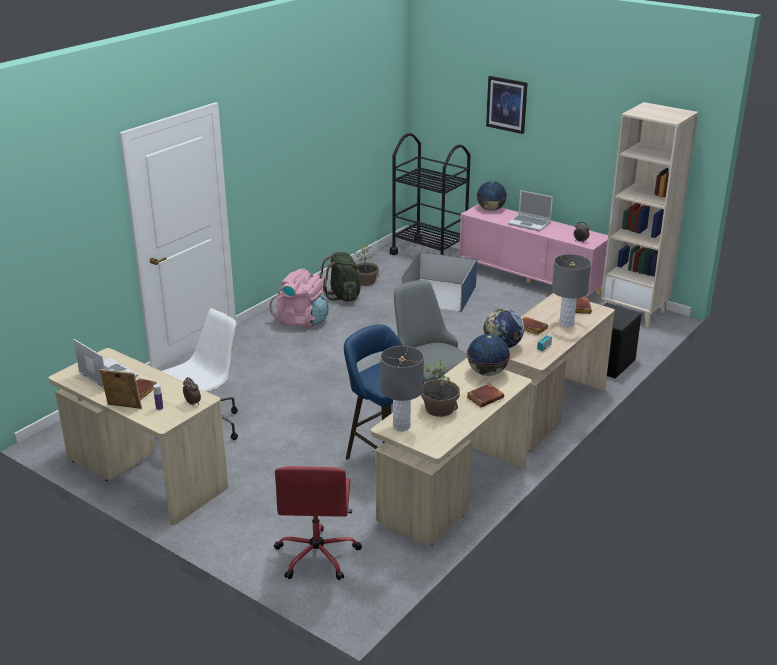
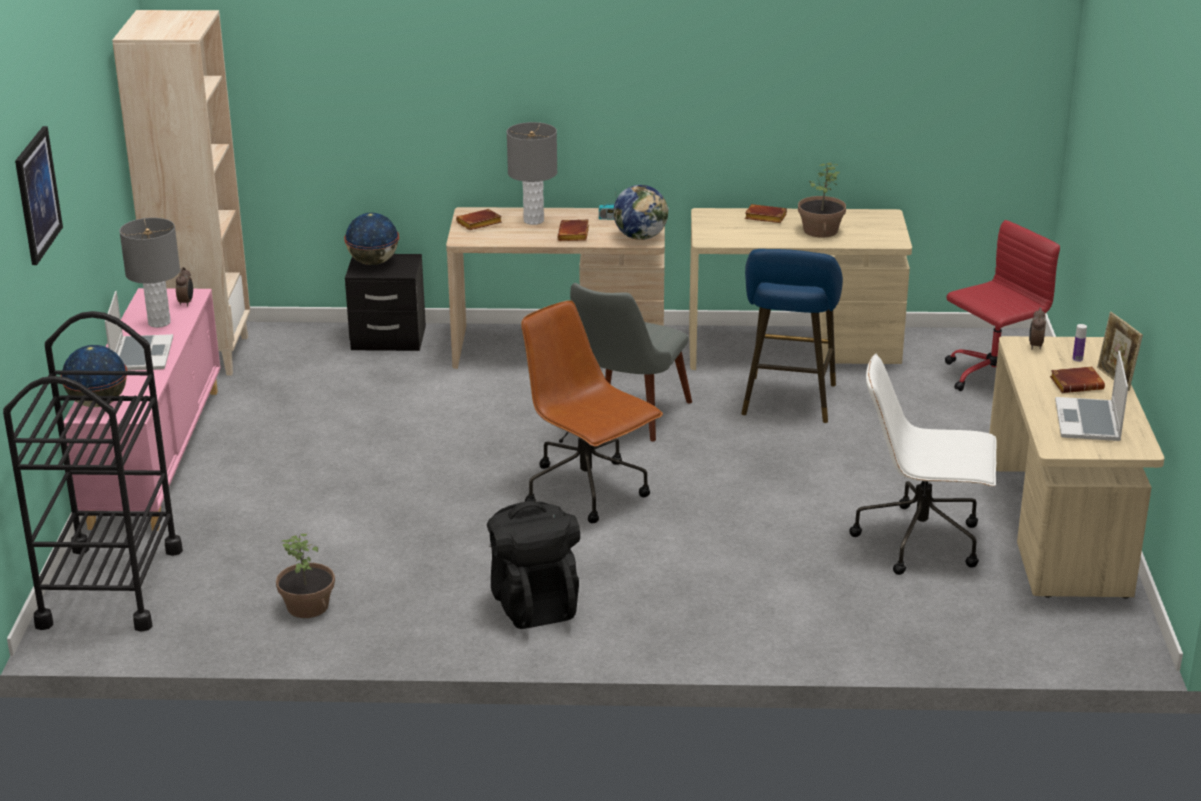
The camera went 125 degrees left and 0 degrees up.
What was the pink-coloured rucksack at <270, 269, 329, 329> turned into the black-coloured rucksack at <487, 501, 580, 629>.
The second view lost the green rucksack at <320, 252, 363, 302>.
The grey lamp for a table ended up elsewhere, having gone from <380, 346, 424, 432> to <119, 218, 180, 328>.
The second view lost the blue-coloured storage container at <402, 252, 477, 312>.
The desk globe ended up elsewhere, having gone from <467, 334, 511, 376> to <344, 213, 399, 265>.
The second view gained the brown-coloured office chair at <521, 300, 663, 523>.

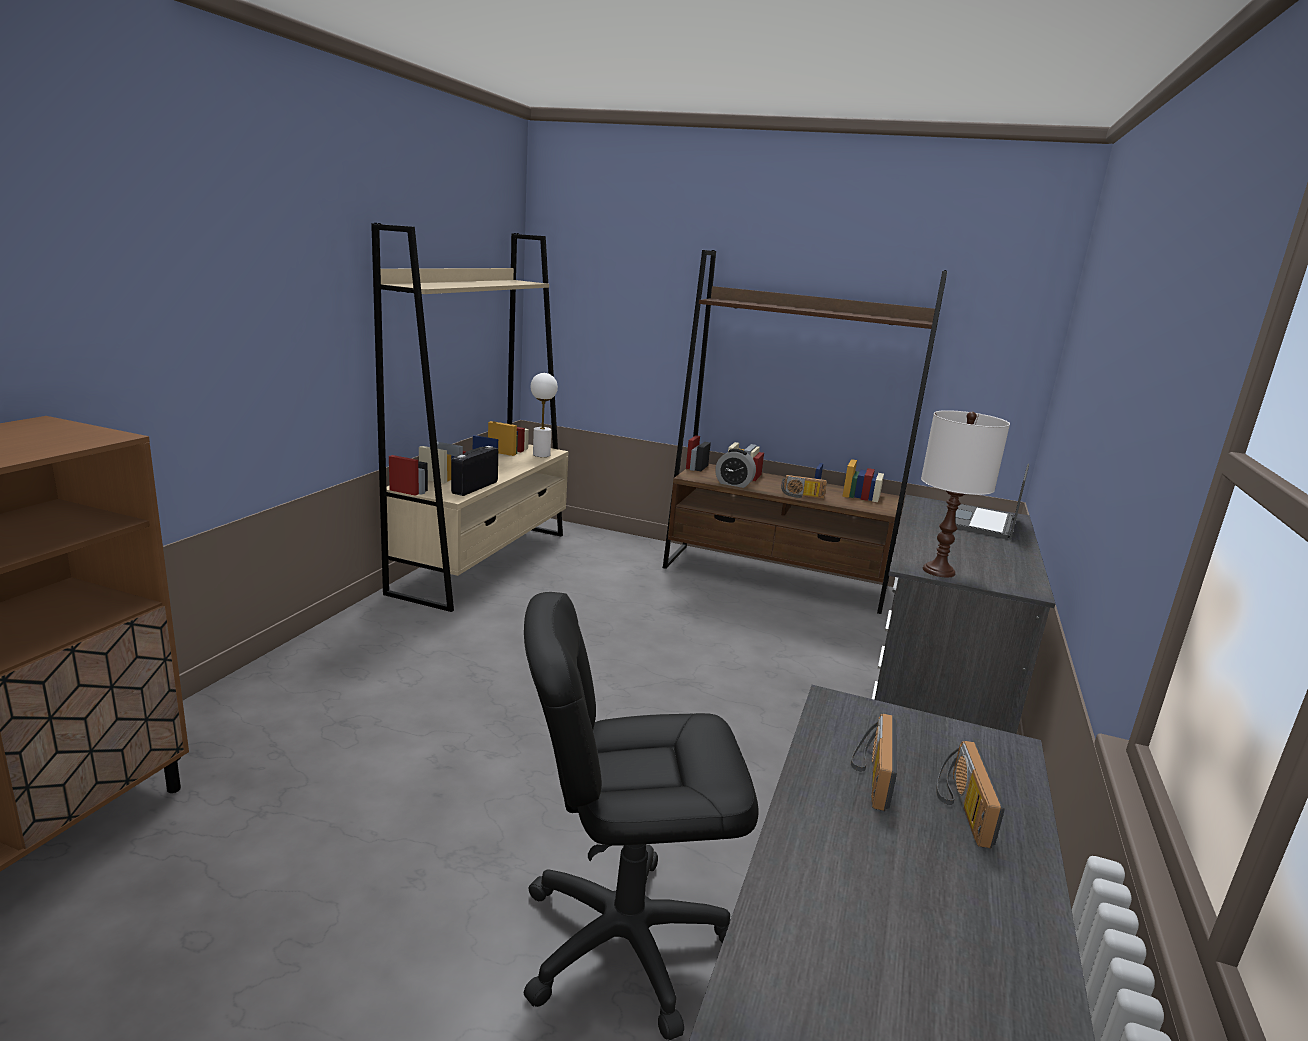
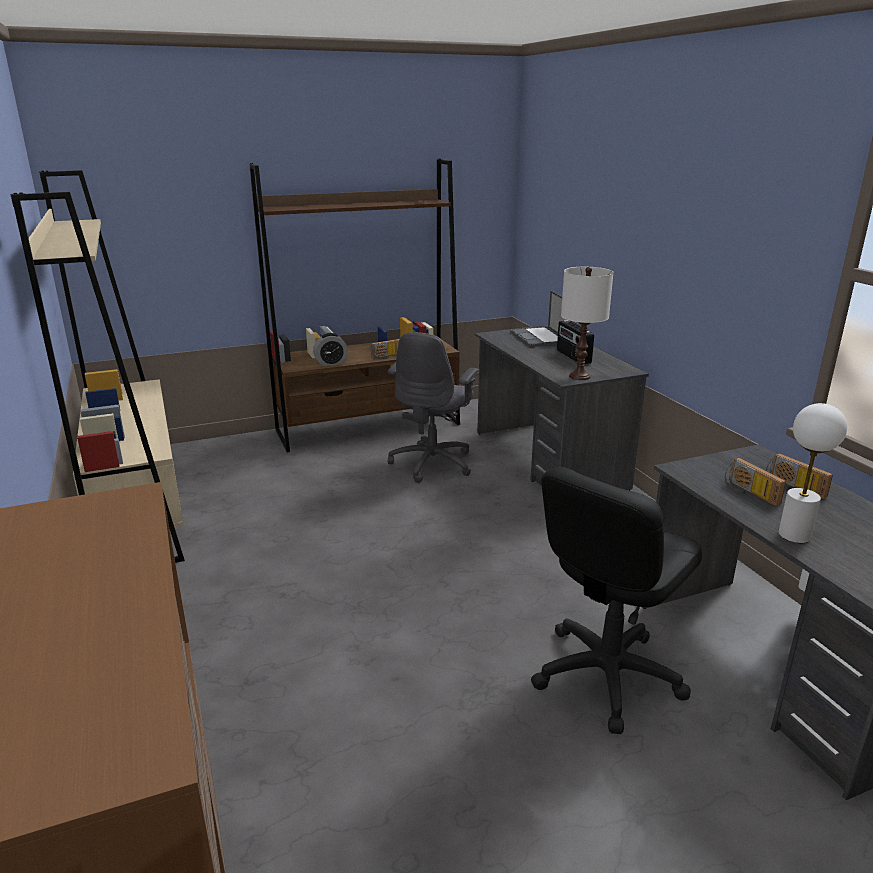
The camera went 40 degrees left and 5 degrees up.
The radio receiver ended up elsewhere, having gone from <451, 446, 498, 496> to <557, 320, 594, 364>.
The white lamp for a table ended up elsewhere, having gone from <530, 373, 558, 457> to <778, 403, 847, 543>.
The second view gained the grey office chair at <388, 332, 479, 483>.

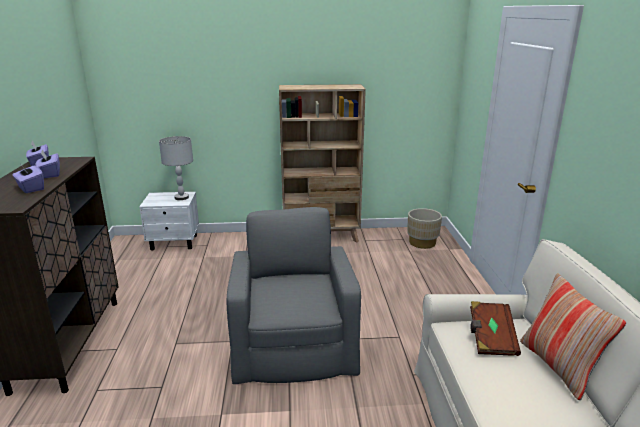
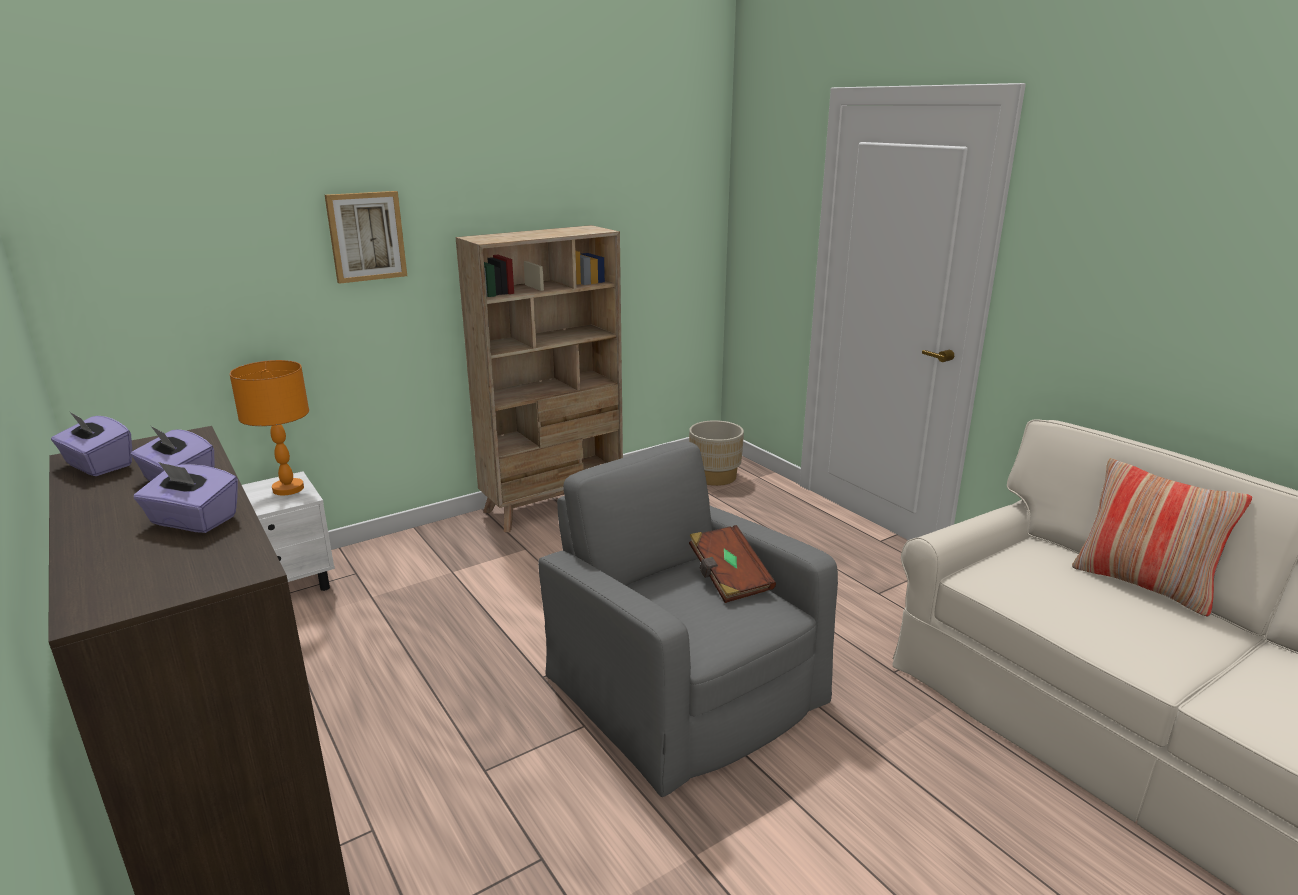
The camera went 30 degrees left and 0 degrees up.
What was the grey lamp for a table at <159, 136, 193, 200> turned into the orange lamp for a table at <229, 360, 309, 496>.
The brown-coloured volume ended up elsewhere, having gone from <470, 301, 521, 356> to <689, 525, 776, 603>.
The second view gained the picture at <325, 191, 407, 284>.

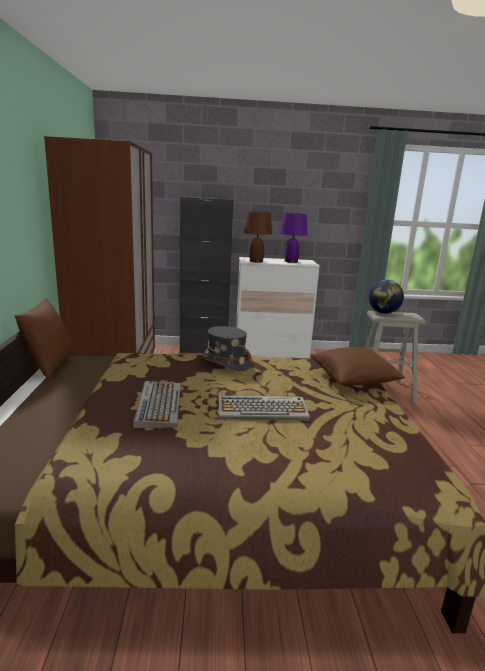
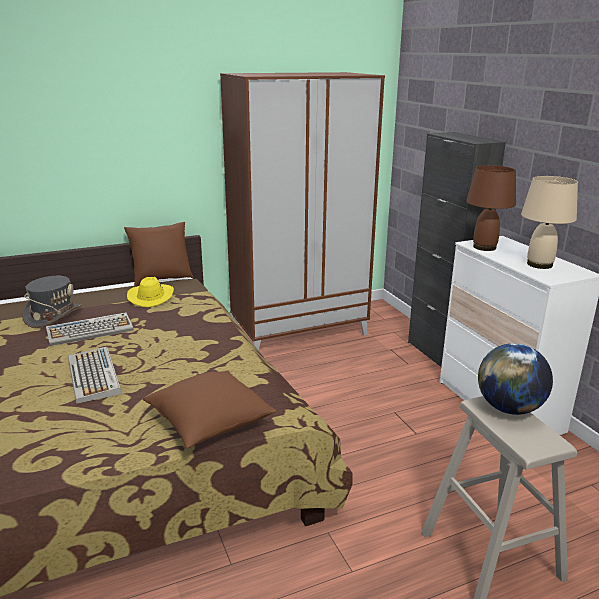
The camera went 70 degrees right and 5 degrees up.
The grey hat ended up elsewhere, having gone from <200, 326, 253, 371> to <22, 276, 82, 328>.
What was the purple-coloured lamp for a table at <280, 213, 308, 263> turned into the sand-coloured lamp for a table at <521, 176, 578, 269>.
The second view gained the yellow-coloured hat at <127, 277, 174, 307>.

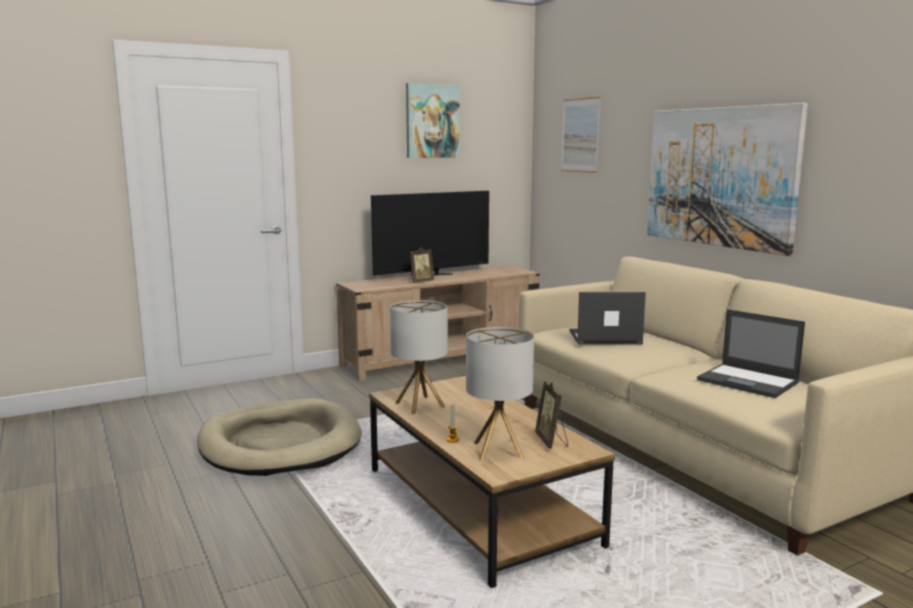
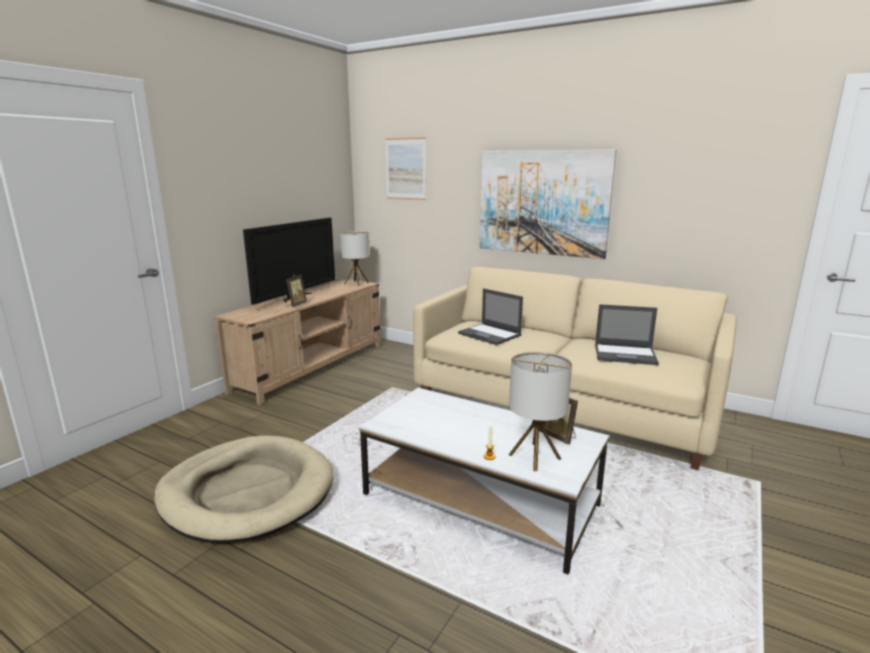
The camera went 30 degrees left and 5 degrees up.
What was the brown-coloured lounge table at <369, 376, 615, 588> turned into the white lounge table at <359, 388, 609, 575>.
The lamp for a table ended up elsewhere, having gone from <390, 300, 448, 415> to <340, 231, 370, 286>.
The second view lost the picture at <406, 83, 460, 158>.
The portable computer at <569, 292, 646, 345> ended up facing another way, 105 degrees counterclockwise from before.

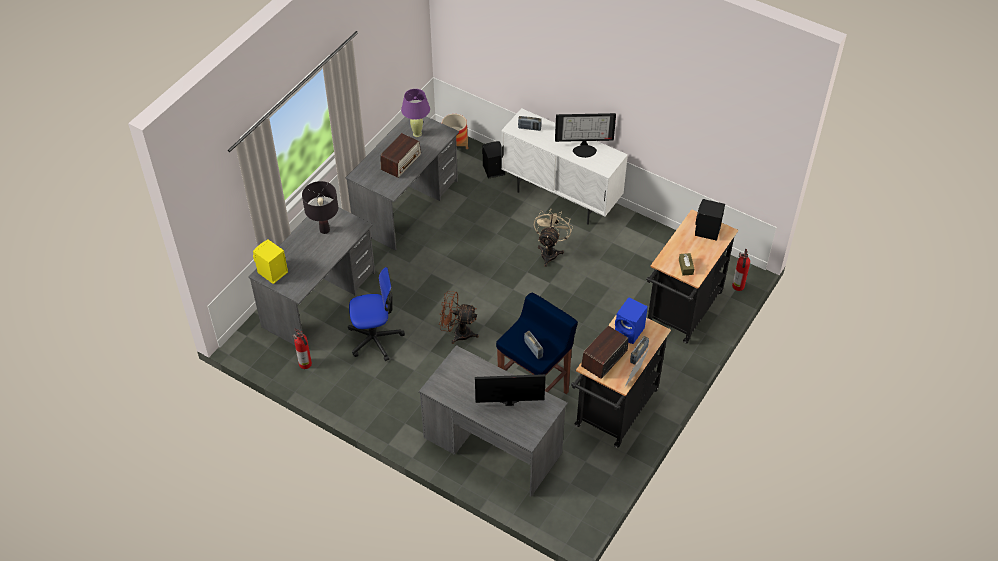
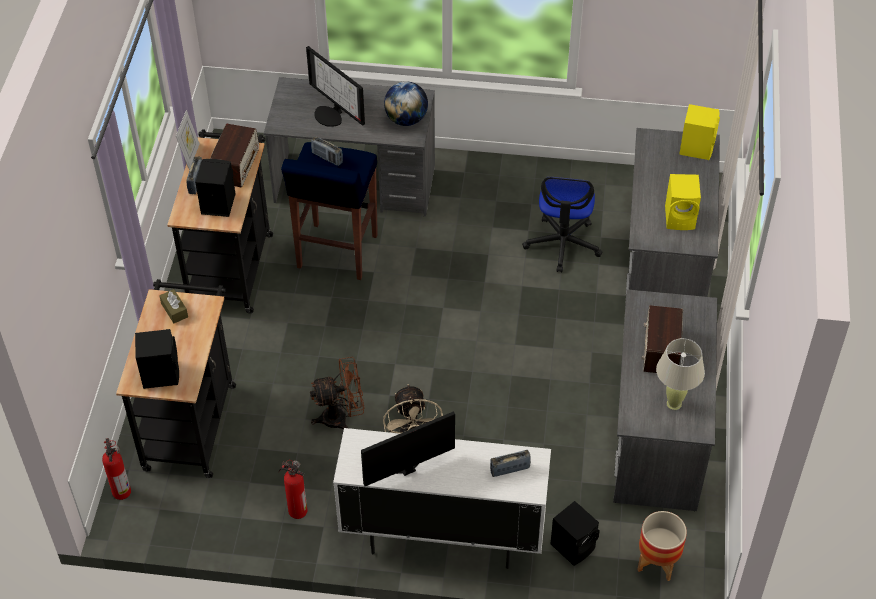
The camera went 155 degrees right and 0 degrees up.
The fire extinguisher ended up elsewhere, having gone from <293, 328, 312, 369> to <279, 460, 307, 519>.
Where the black-coloured lamp for a table stood at <302, 181, 338, 234>, the yellow-coloured speaker came to stand at <665, 174, 701, 230>.
The office chair at <348, 267, 405, 361> ended up facing another way, 45 degrees counterclockwise from before.
What was the purple-coloured lamp for a table at <401, 89, 430, 137> turned into the sand-coloured lamp for a table at <656, 338, 705, 410>.
The brown-coloured electric fan ended up elsewhere, having gone from <439, 291, 479, 344> to <310, 357, 364, 430>.
The computer display at <475, 374, 546, 406> ended up facing another way, 75 degrees clockwise from before.
What was the blue-coloured speaker at <615, 297, 648, 344> turned into the black-coloured speaker at <195, 159, 236, 217>.
The second view gained the desk globe at <384, 81, 428, 126>.

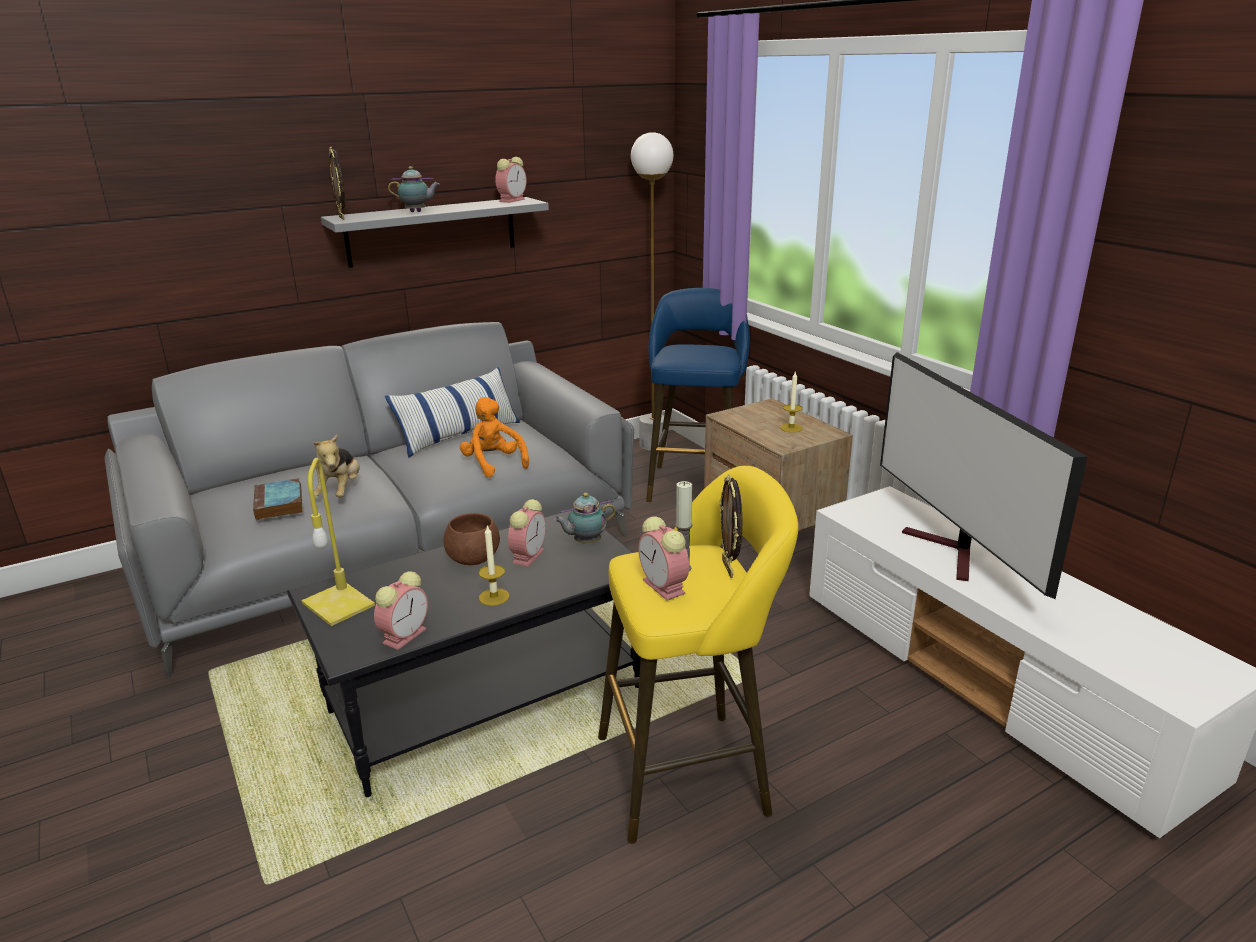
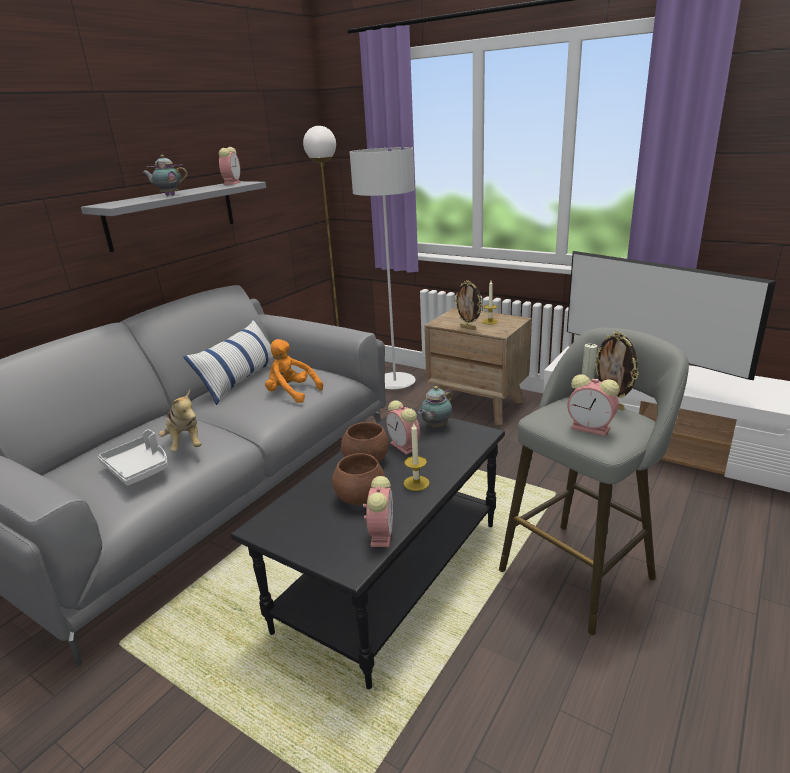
The camera went 25 degrees left and 0 degrees up.
Where the volume stood at <253, 478, 303, 520>, the grey serving tray came to stand at <98, 429, 168, 486>.
The second view lost the yellow-coloured lamp for a table at <302, 458, 375, 626>.
The photo frame ended up elsewhere, having gone from <329, 147, 345, 220> to <454, 280, 482, 330>.
The pot for tea at <388, 166, 440, 212> ended up facing another way, 150 degrees counterclockwise from before.
The table clock at <508, 499, 546, 566> ended up facing another way, 150 degrees clockwise from before.
What was the yellow-coloured stool at <598, 466, 798, 844> turned into the grey stool at <499, 328, 689, 635>.
Where the blue-coloured stool stood at <646, 288, 750, 502>, the grey standard lamp came to stand at <349, 147, 415, 389>.
The second view gained the brown-coloured serving bowl at <332, 453, 385, 505>.

